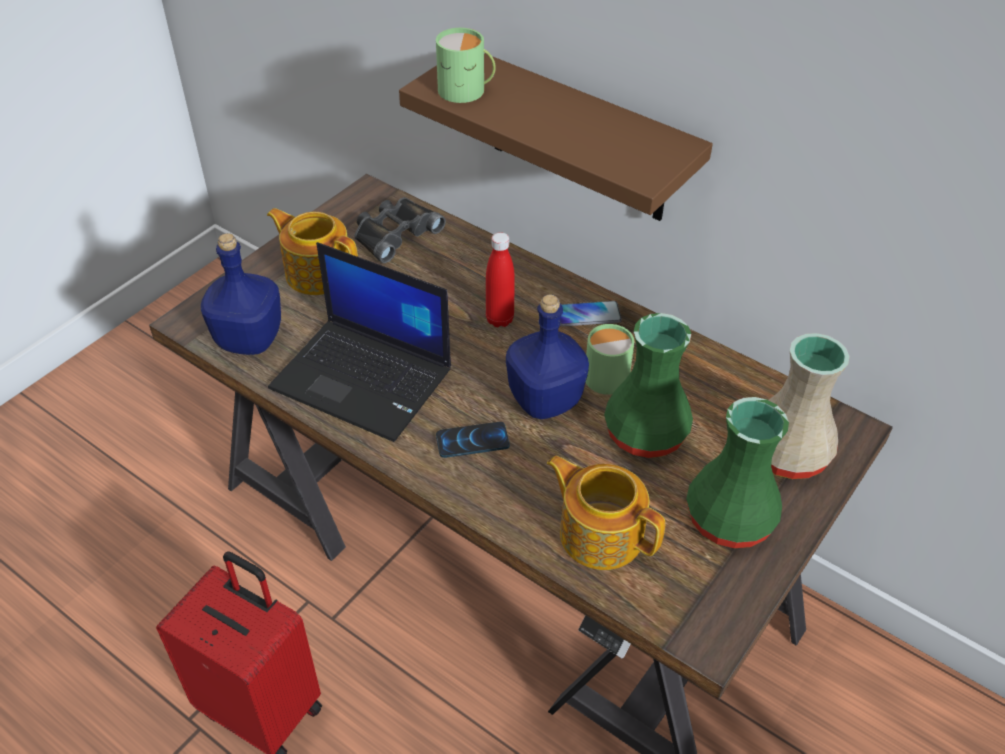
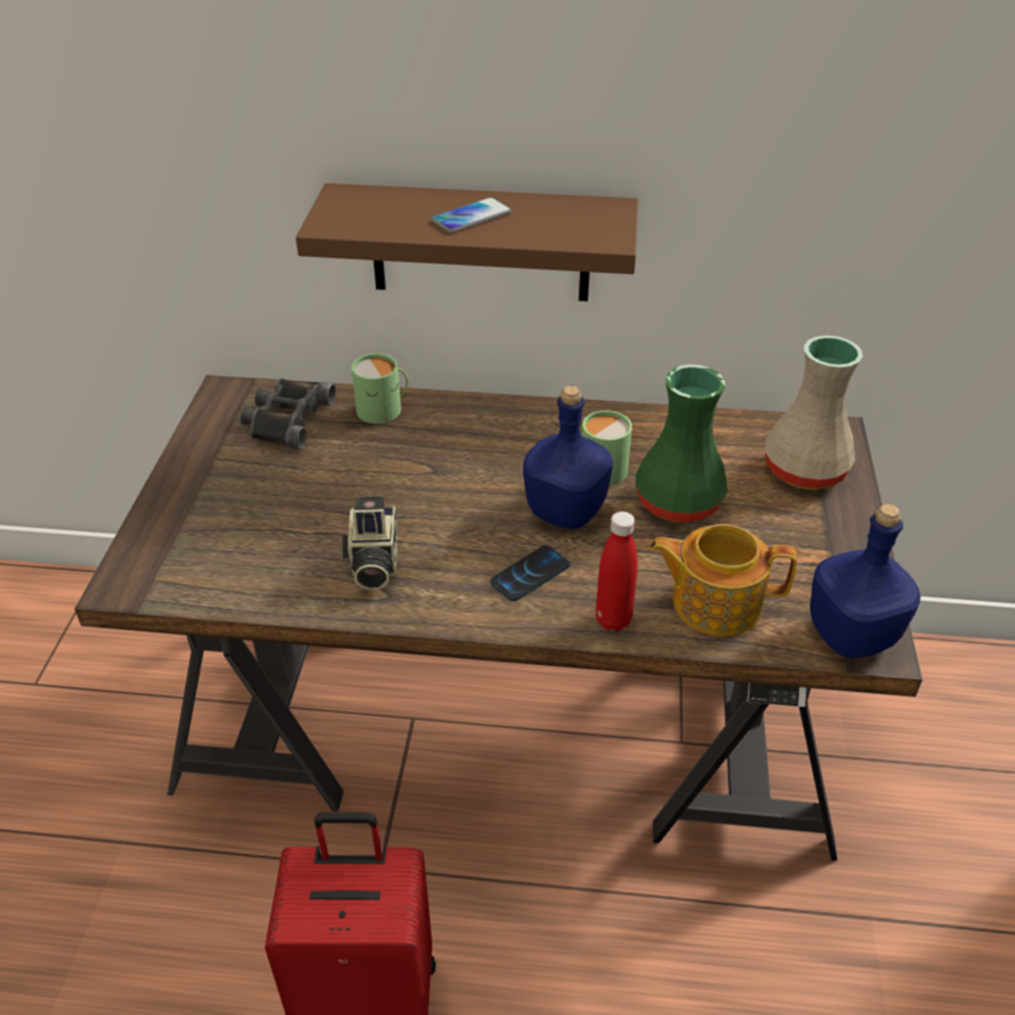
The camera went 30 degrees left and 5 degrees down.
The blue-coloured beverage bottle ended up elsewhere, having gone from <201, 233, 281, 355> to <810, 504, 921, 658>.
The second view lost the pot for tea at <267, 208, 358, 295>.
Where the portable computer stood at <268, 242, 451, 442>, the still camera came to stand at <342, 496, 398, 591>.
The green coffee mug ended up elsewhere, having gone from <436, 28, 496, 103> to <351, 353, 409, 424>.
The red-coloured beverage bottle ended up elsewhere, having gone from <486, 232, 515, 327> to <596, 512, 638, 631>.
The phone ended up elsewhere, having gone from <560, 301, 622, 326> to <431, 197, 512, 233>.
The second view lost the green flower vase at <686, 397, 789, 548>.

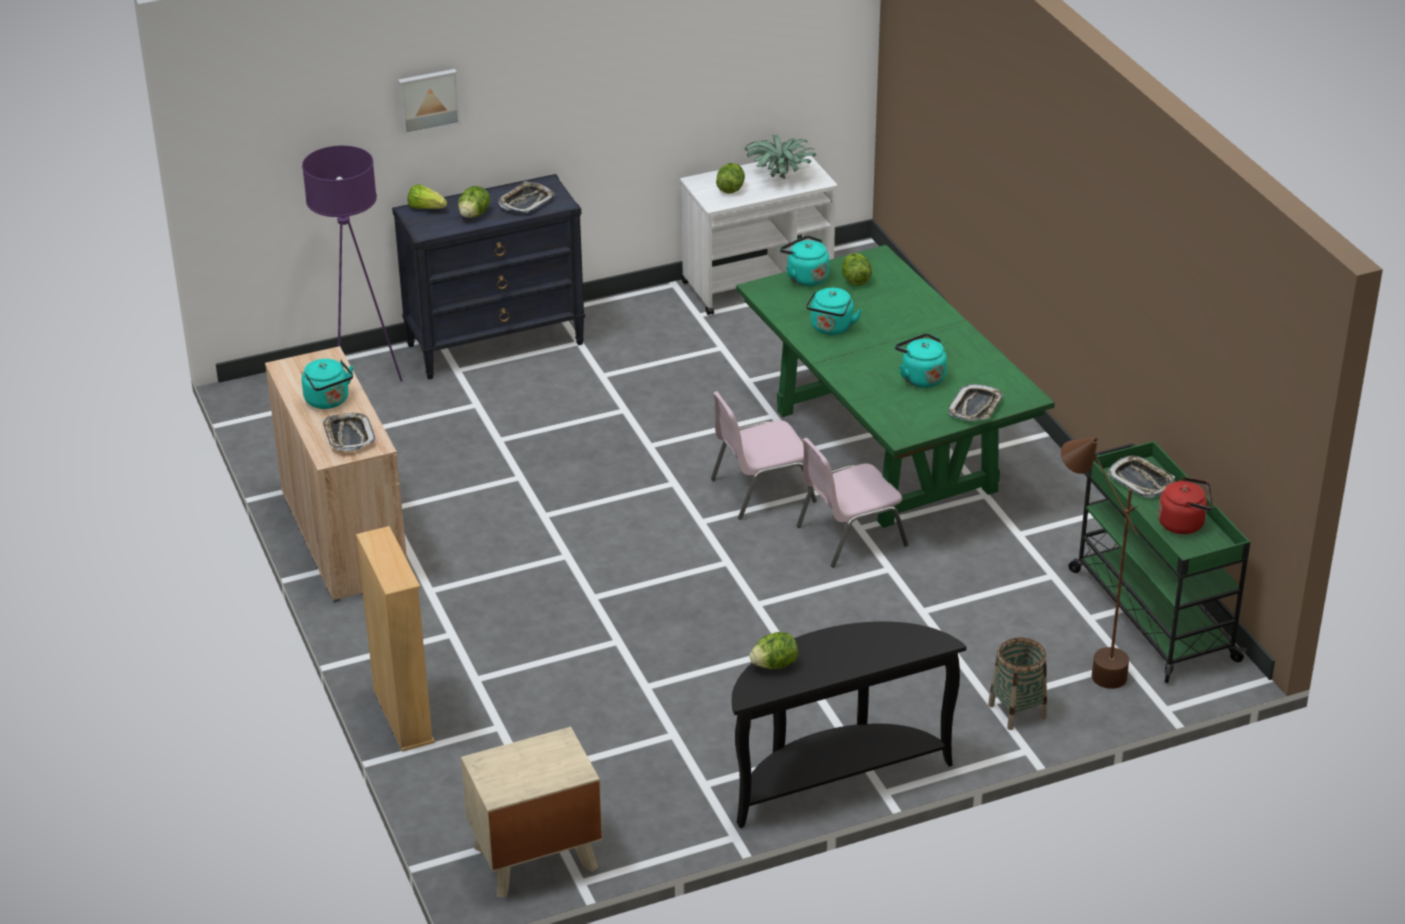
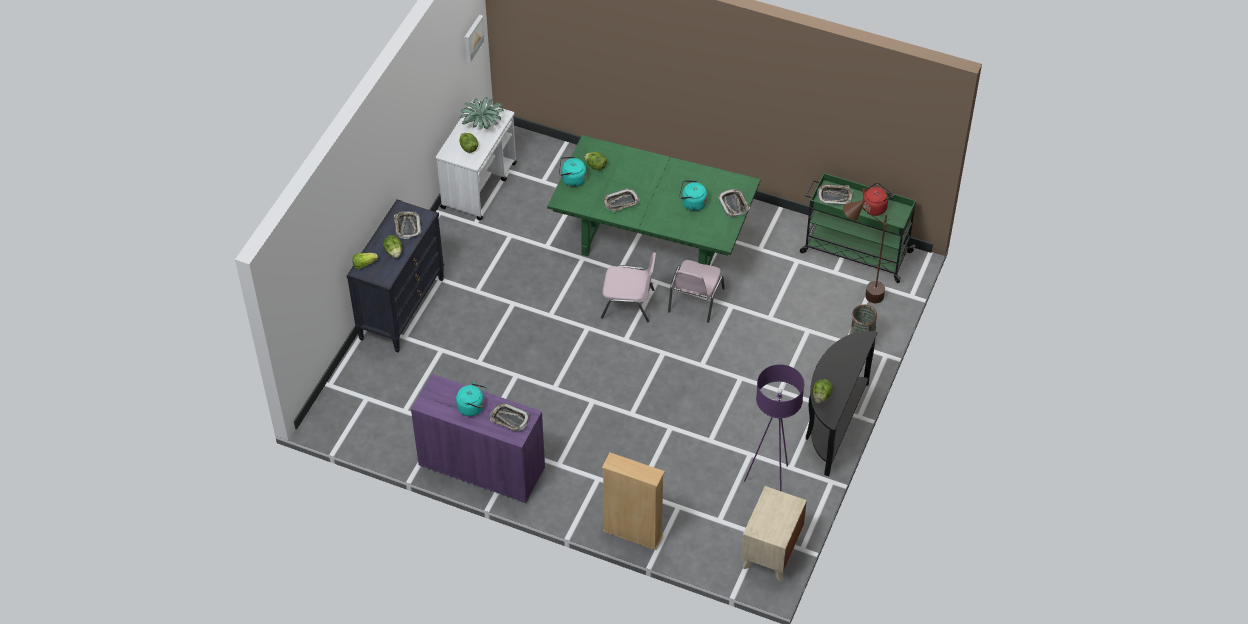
The camera went 45 degrees left and 15 degrees up.
What was the sand-coloured cabinet at <265, 346, 407, 602> turned into the purple-coloured cabinet at <411, 374, 545, 503>.
The purple-coloured standard lamp ended up elsewhere, having gone from <302, 146, 403, 382> to <744, 364, 804, 492>.
The picture ended up elsewhere, having gone from <398, 69, 461, 135> to <464, 15, 485, 63>.
The pink-coloured upright chair at <711, 391, 817, 520> ended up facing another way, 105 degrees counterclockwise from before.
Where the blue-green water kettle stood at <806, 288, 862, 335>, the serving tray came to stand at <603, 188, 640, 212>.

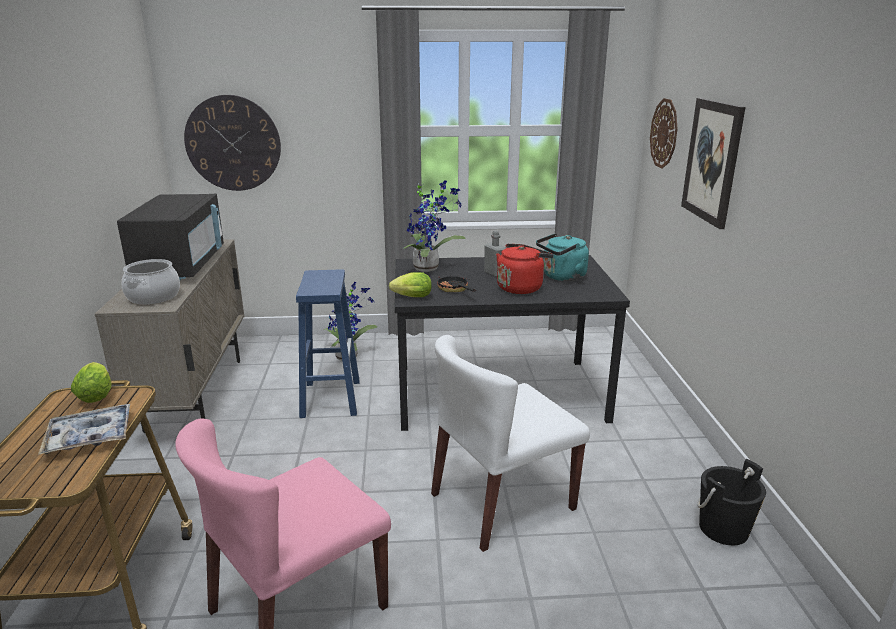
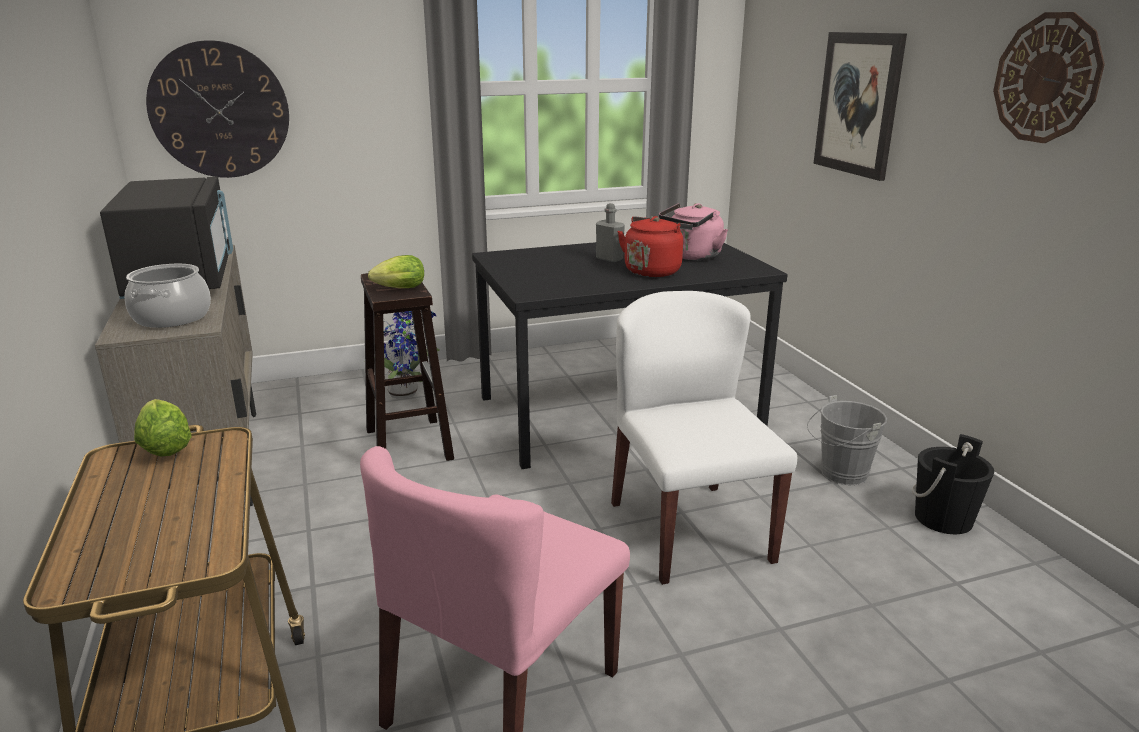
The camera went 15 degrees left and 0 degrees up.
The second view lost the serving tray at <38, 404, 130, 455>.
What was the blue-coloured stool at <296, 269, 360, 418> turned into the brown-coloured stool at <361, 273, 454, 461>.
The head of lettuce ended up elsewhere, having gone from <389, 272, 432, 297> to <368, 255, 424, 288>.
The second view lost the plant in a pot at <403, 180, 466, 272>.
The white upright chair at <431, 335, 590, 552> ended up facing another way, 120 degrees clockwise from before.
The second view lost the frying pan at <437, 276, 476, 292>.
What was the blue-green water kettle at <536, 233, 589, 281> turned into the pink-coloured water kettle at <659, 203, 728, 260>.
The hanging clock ended up elsewhere, having gone from <650, 98, 678, 169> to <993, 12, 1105, 143>.
The second view gained the grey water bucket at <807, 395, 887, 485>.

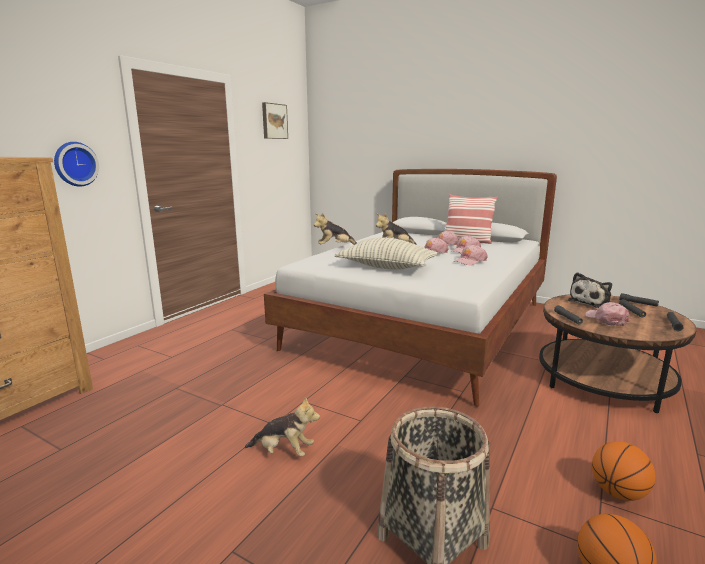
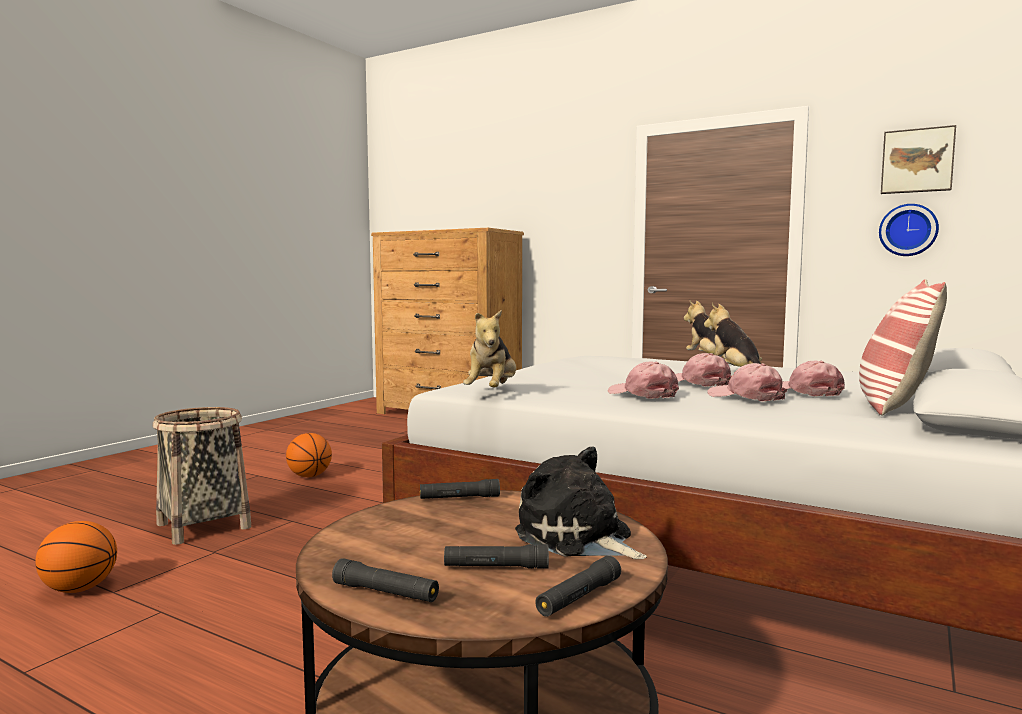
The camera went 90 degrees right and 10 degrees down.
The hanging clock ended up elsewhere, having gone from <54, 142, 99, 187> to <879, 204, 939, 256>.
The plush toy ended up elsewhere, having gone from <244, 396, 320, 456> to <463, 310, 516, 387>.
The second view lost the pillow at <335, 237, 437, 270>.
The second view lost the pink-coloured baseball cap at <585, 302, 630, 326>.
The ball for basketball ended up elsewhere, having gone from <592, 441, 656, 501> to <286, 433, 332, 477>.

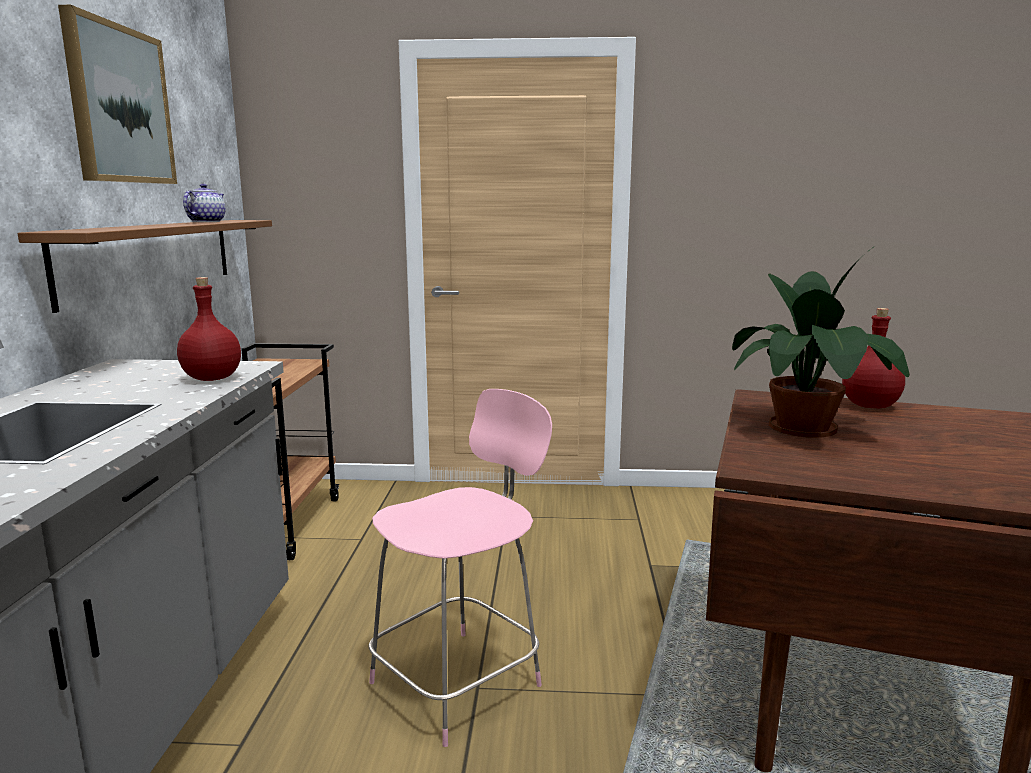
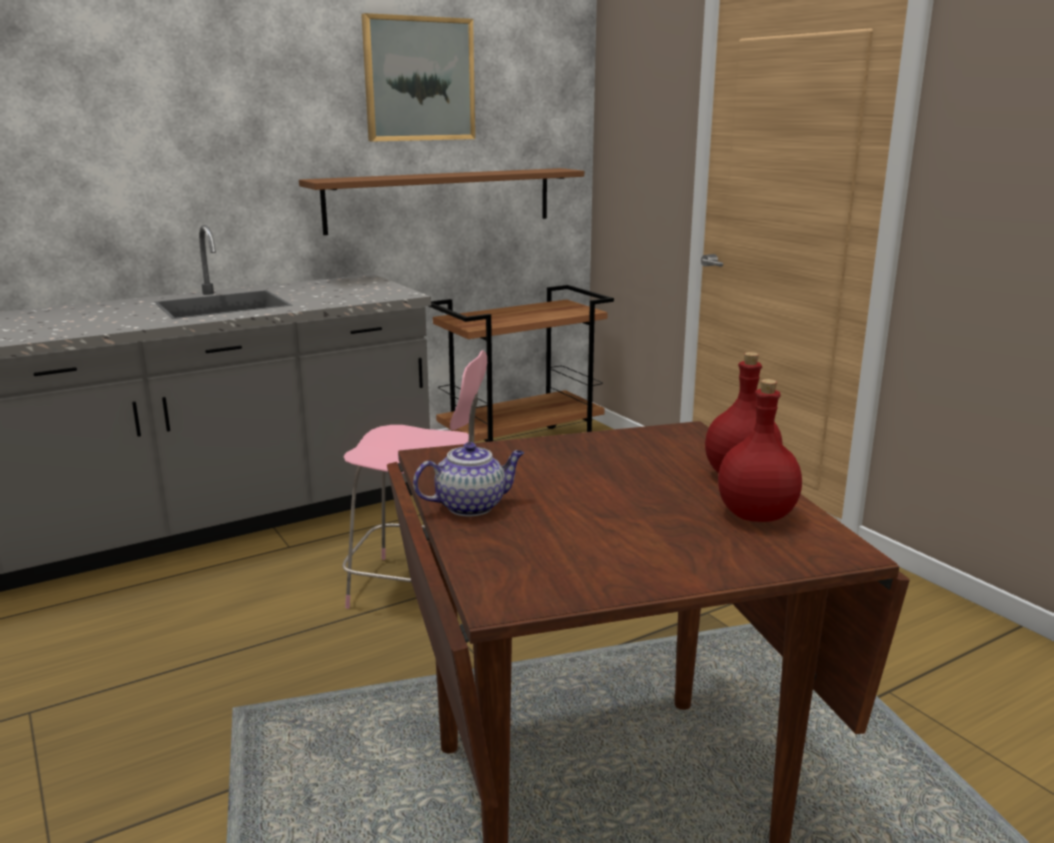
The camera went 55 degrees right and 5 degrees up.
The red-coloured beverage bottle ended up elsewhere, having gone from <177, 277, 241, 381> to <718, 379, 802, 522>.
The pot for tea ended up elsewhere, having gone from <183, 184, 225, 222> to <413, 442, 524, 516>.
The second view lost the plant in a pot at <732, 245, 910, 438>.

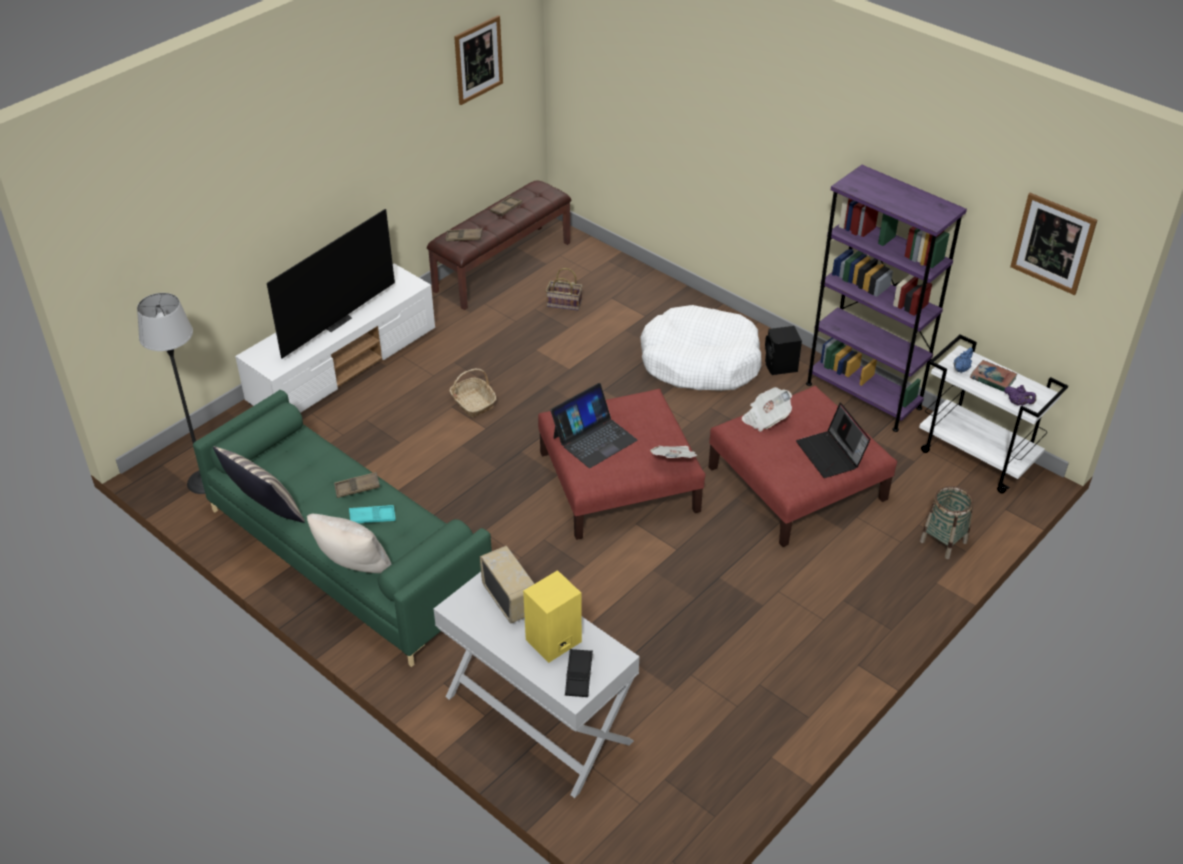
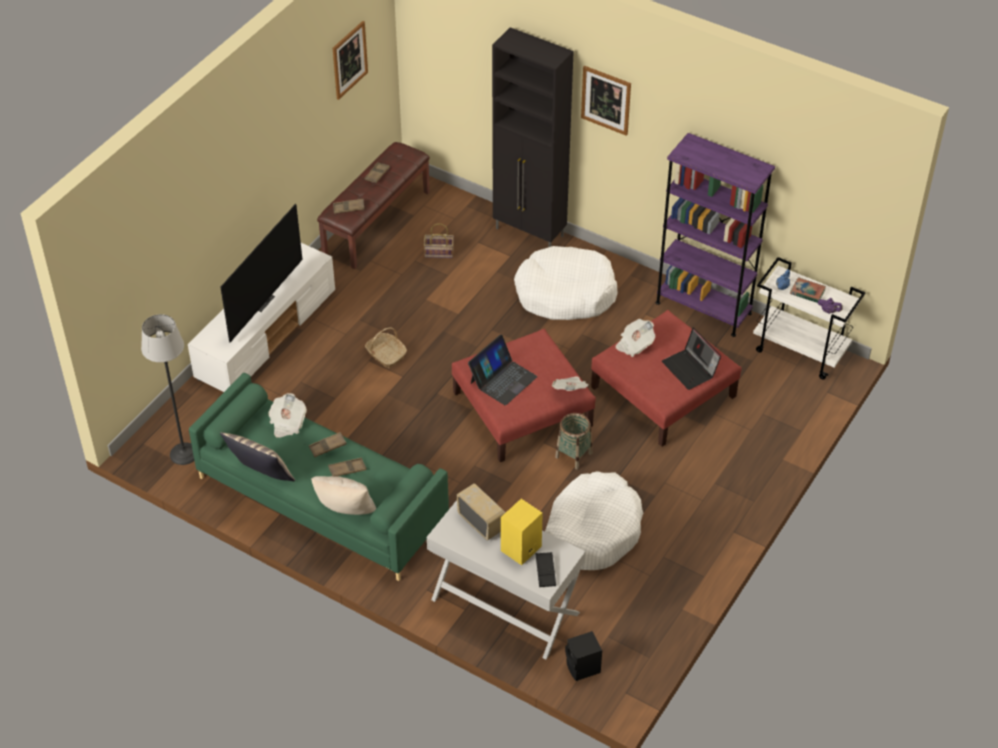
The camera went 10 degrees left and 5 degrees up.
What was the blue-green serving tray at <349, 505, 396, 523> turned into the brown-coloured serving tray at <328, 458, 367, 476>.
The black-coloured speaker ended up elsewhere, having gone from <765, 326, 802, 375> to <565, 631, 602, 681>.
The basket ended up elsewhere, having gone from <920, 486, 974, 559> to <555, 413, 592, 470>.
The picture ended up elsewhere, having gone from <1010, 193, 1097, 295> to <581, 66, 631, 136>.
The second view gained the printed paper at <268, 393, 307, 438>.
The second view gained the black-coloured cabinet at <492, 27, 574, 247>.
The second view gained the white dog bed at <545, 471, 643, 570>.

